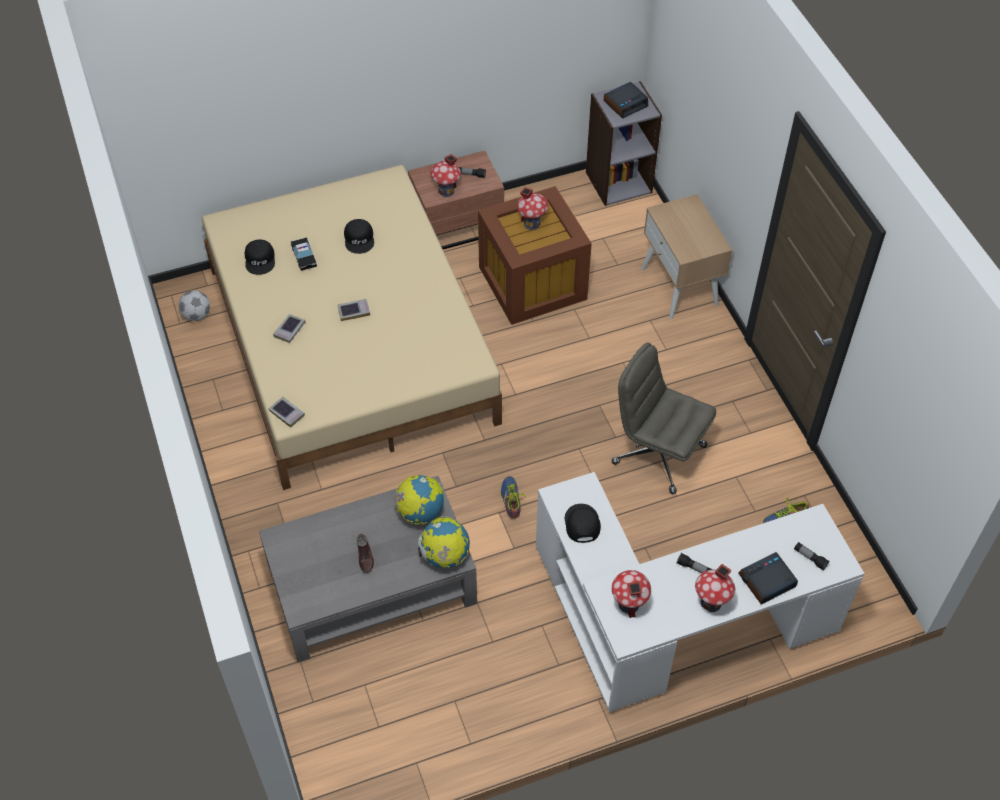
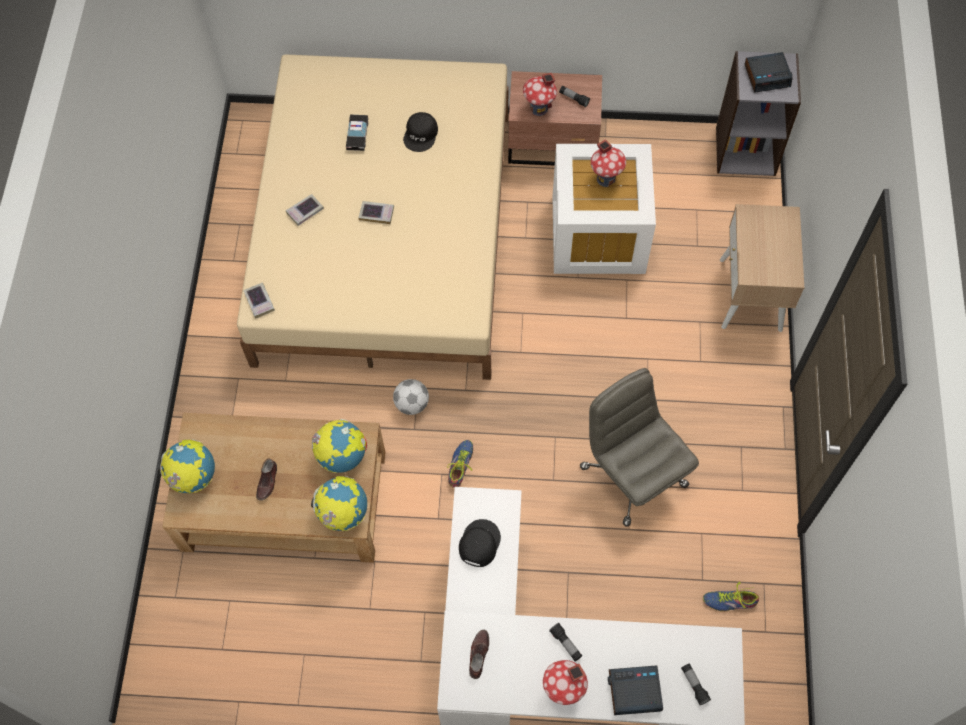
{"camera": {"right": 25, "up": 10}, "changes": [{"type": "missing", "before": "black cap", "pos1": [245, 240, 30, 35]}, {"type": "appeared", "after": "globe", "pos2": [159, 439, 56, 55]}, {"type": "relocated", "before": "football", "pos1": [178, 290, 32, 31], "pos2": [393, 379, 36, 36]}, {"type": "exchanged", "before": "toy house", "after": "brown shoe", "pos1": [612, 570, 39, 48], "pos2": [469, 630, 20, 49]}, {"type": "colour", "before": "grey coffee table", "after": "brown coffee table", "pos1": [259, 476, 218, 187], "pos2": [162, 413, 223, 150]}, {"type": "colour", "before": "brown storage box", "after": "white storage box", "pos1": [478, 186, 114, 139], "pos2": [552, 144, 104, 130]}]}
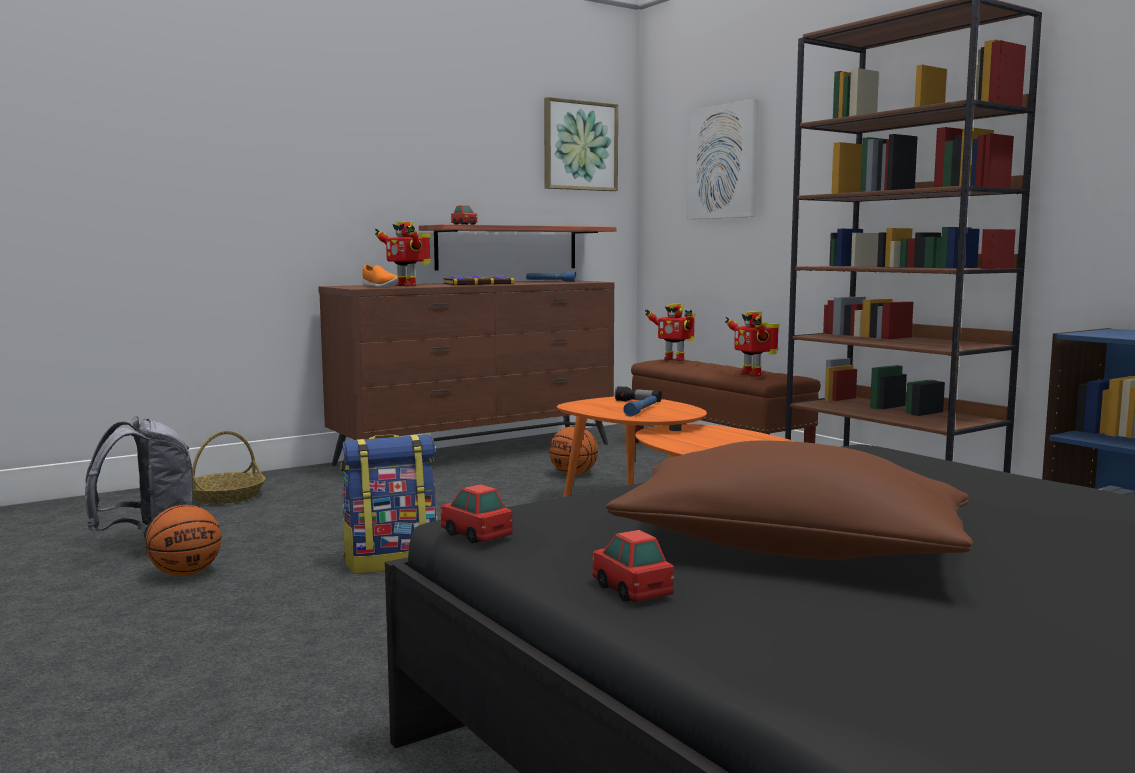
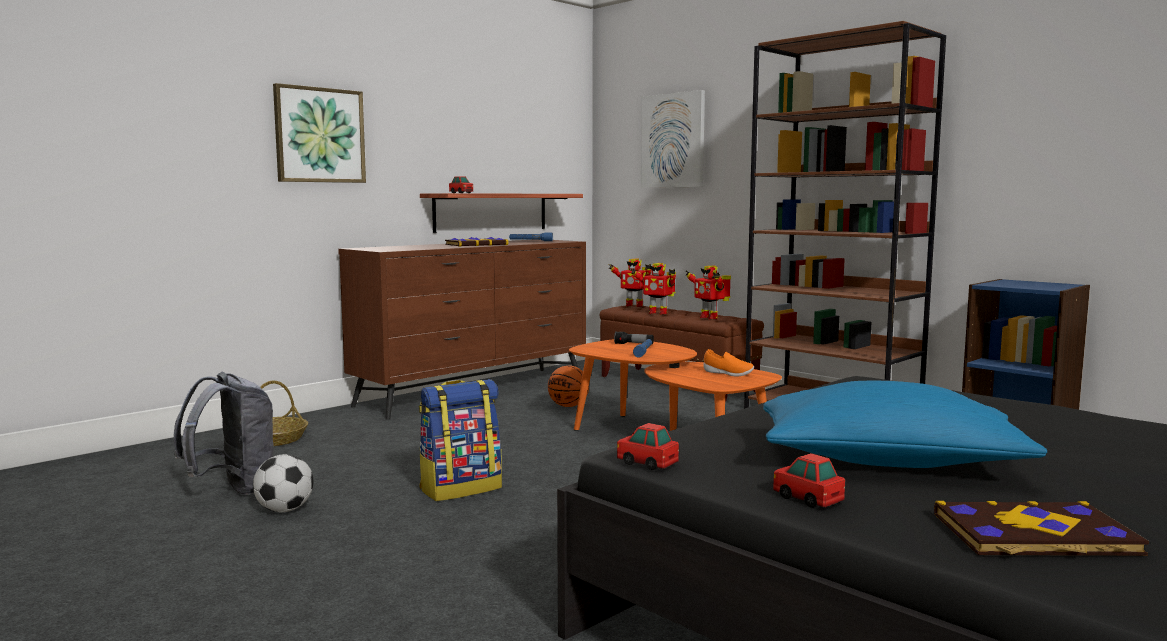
{"camera": {"right": -10, "up": 0}, "changes": [{"type": "appeared", "after": "book", "pos2": [934, 501, 215, 55]}, {"type": "relocated", "before": "orange shoe", "pos1": [362, 264, 37, 24], "pos2": [704, 349, 50, 28]}, {"type": "relocated", "before": "toy robot", "pos1": [375, 221, 56, 65], "pos2": [631, 263, 45, 52]}, {"type": "relocated", "before": "picture", "pos1": [544, 97, 74, 94], "pos2": [273, 83, 93, 100]}, {"type": "exchanged", "before": "basketball", "after": "football", "pos1": [145, 505, 76, 71], "pos2": [253, 454, 60, 58]}, {"type": "colour", "before": "brown pillow", "after": "blue pillow", "pos1": [606, 440, 367, 120], "pos2": [763, 381, 284, 87]}]}
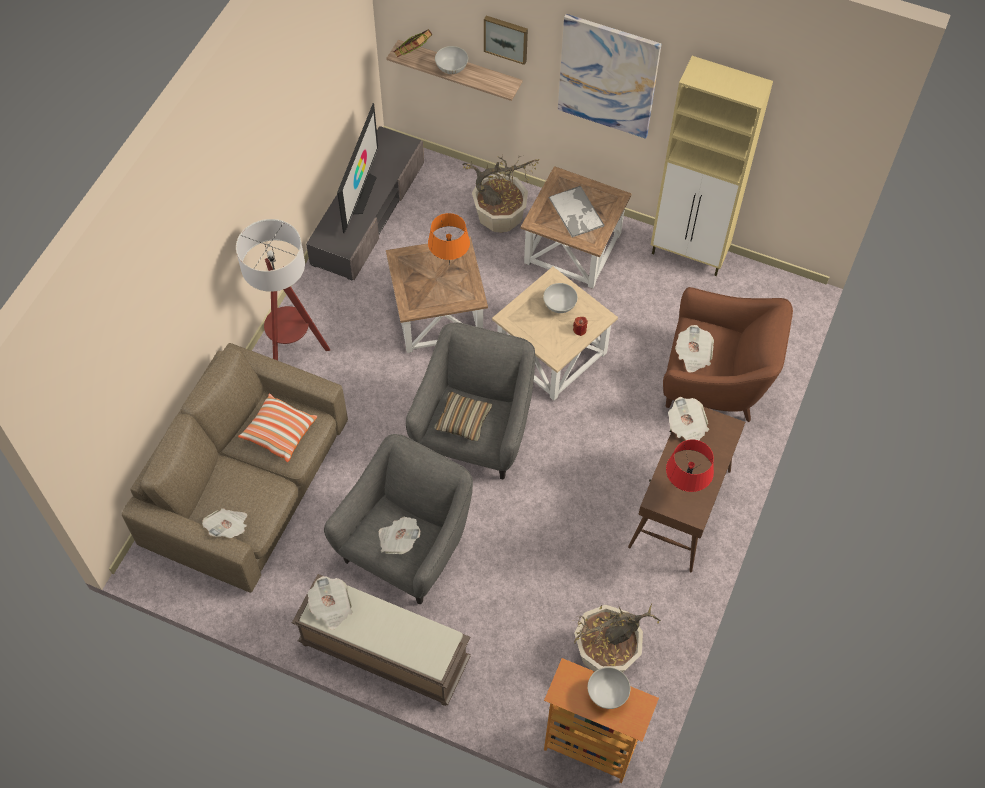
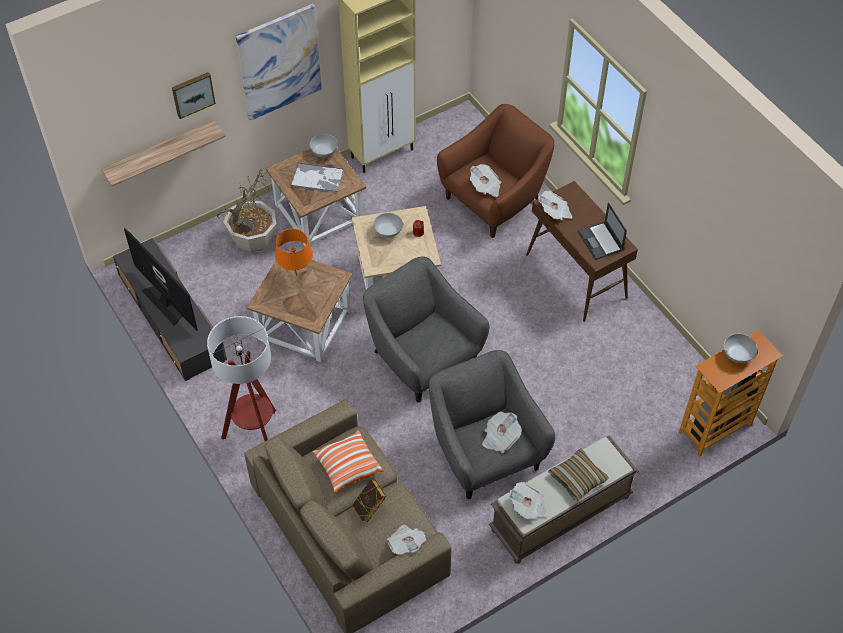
{"camera": {"right": -55, "up": -5}, "changes": [{"type": "missing", "before": "potted plant", "pos1": [574, 603, 87, 69]}, {"type": "relocated", "before": "book", "pos1": [394, 29, 38, 28], "pos2": [353, 479, 33, 43]}, {"type": "relocated", "before": "pillow", "pos1": [434, 391, 59, 50], "pos2": [548, 448, 61, 53]}, {"type": "relocated", "before": "white bowl", "pos1": [435, 46, 33, 28], "pos2": [310, 134, 28, 24]}, {"type": "exchanged", "before": "red table lamp", "after": "laptop", "pos1": [666, 439, 48, 53], "pos2": [578, 202, 49, 58]}]}
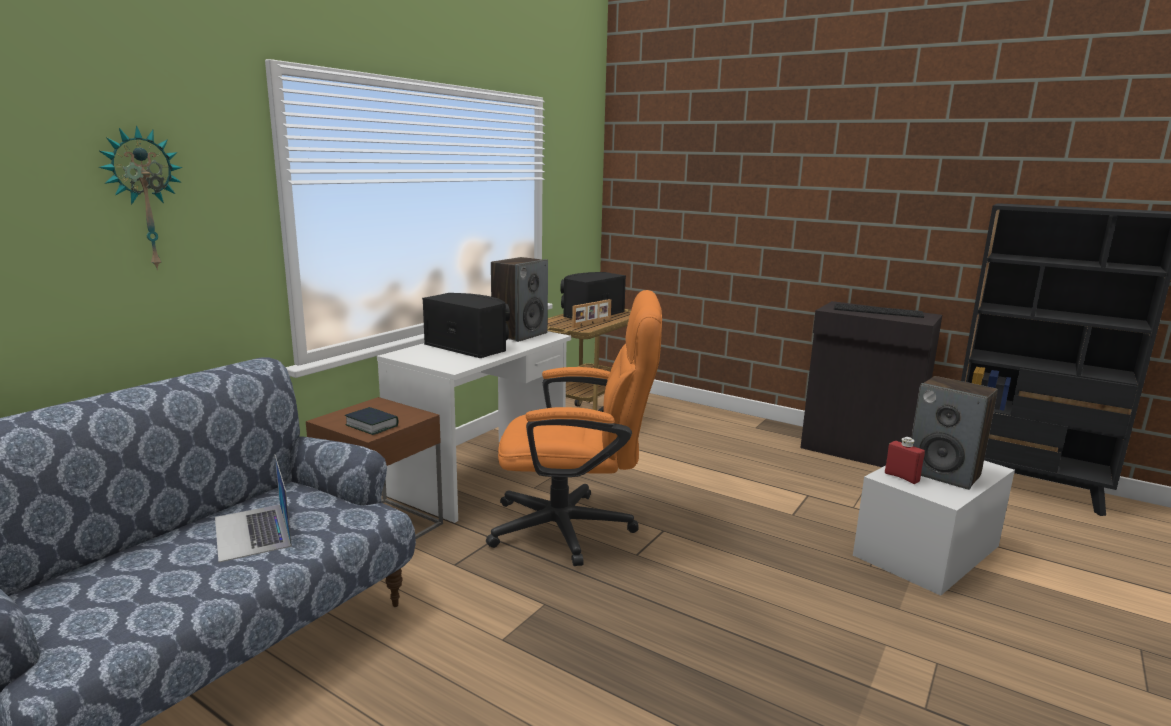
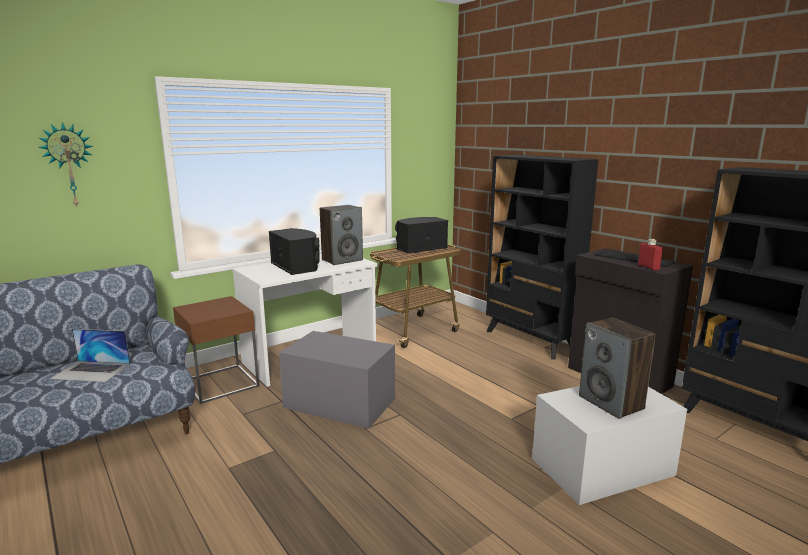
{"camera": {"right": 20, "up": 0}, "changes": [{"type": "missing", "before": "book", "pos1": [345, 407, 53, 28]}, {"type": "missing", "before": "picture frame", "pos1": [572, 299, 39, 29]}, {"type": "appeared", "after": "black bookcase", "pos2": [486, 155, 113, 204]}, {"type": "relocated", "before": "red bottle", "pos1": [885, 437, 40, 47], "pos2": [638, 239, 25, 31]}, {"type": "exchanged", "before": "orange office chair", "after": "grey storage box", "pos1": [486, 290, 176, 276], "pos2": [279, 331, 116, 98]}, {"type": "spun", "before": "laptop", "pos1": [215, 454, 77, 109], "pos2": [50, 329, 80, 53], "turn": -75}]}
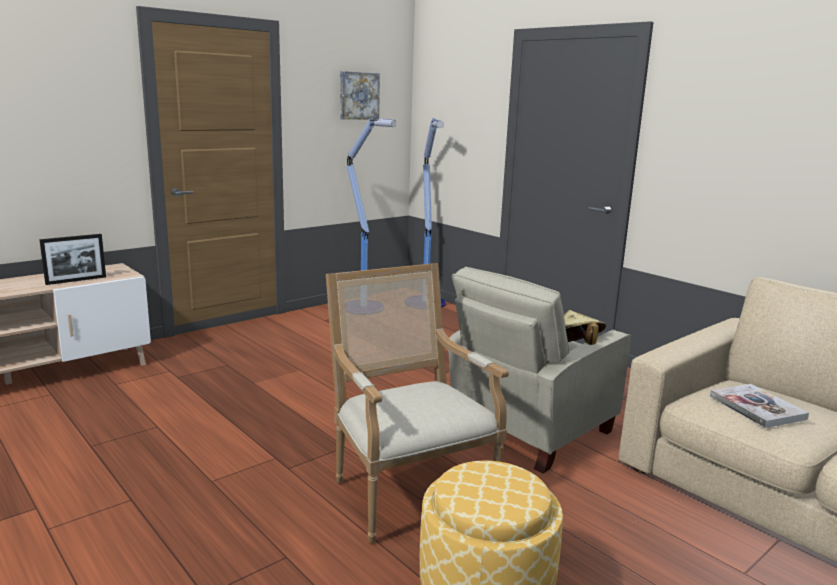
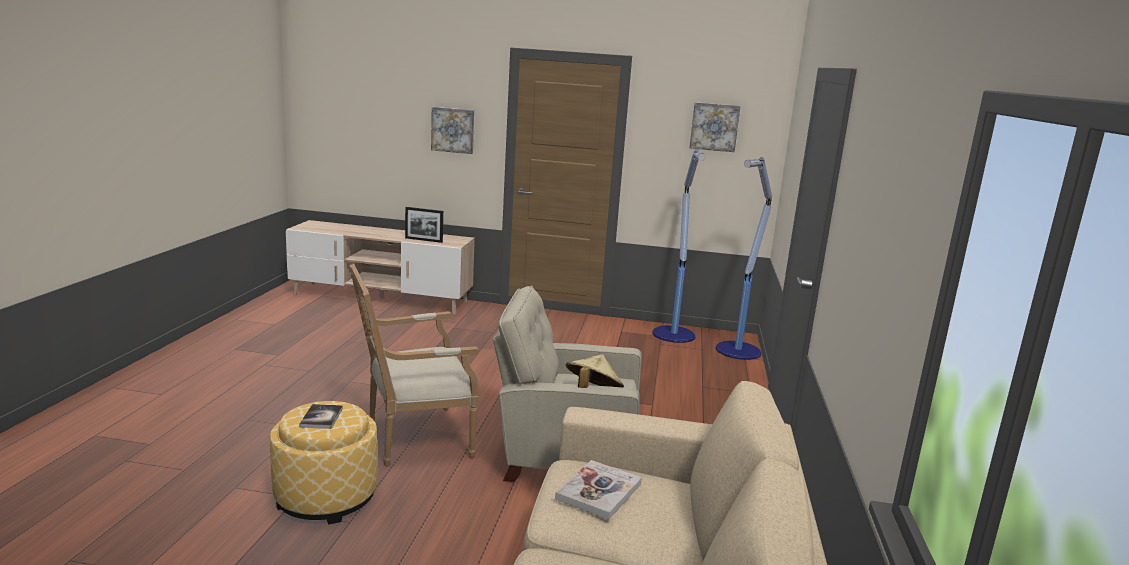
{"camera": {"right": 50, "up": 0}, "changes": [{"type": "appeared", "after": "book", "pos2": [299, 404, 44, 25]}, {"type": "appeared", "after": "picture", "pos2": [431, 107, 43, 47]}, {"type": "spun", "before": "armchair", "pos1": [326, 263, 183, 281], "pos2": [349, 264, 130, 202], "turn": -135}]}
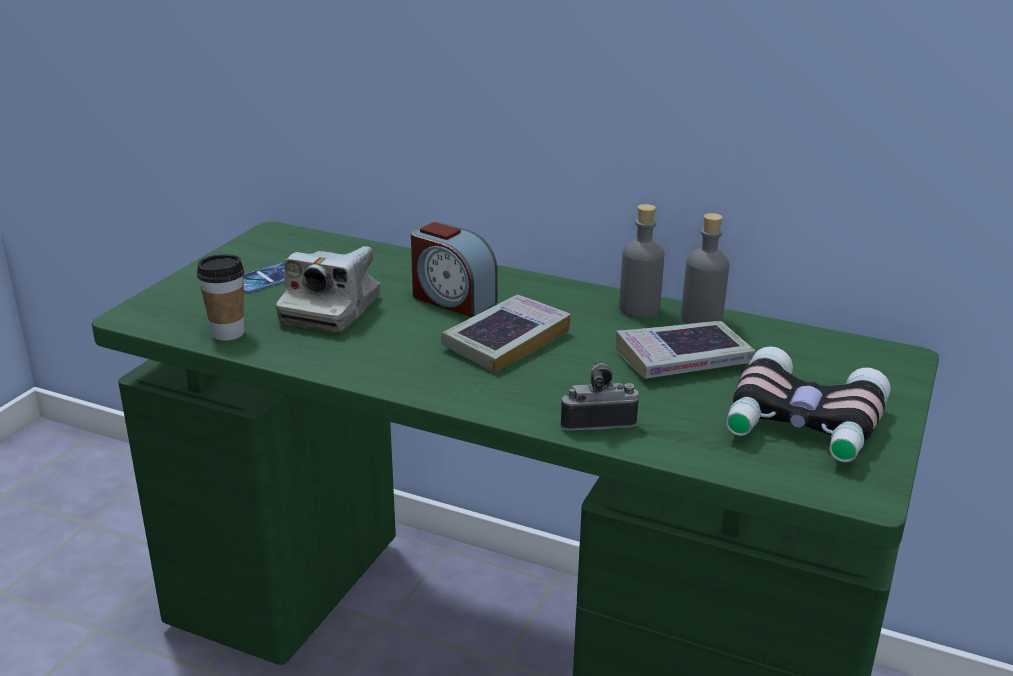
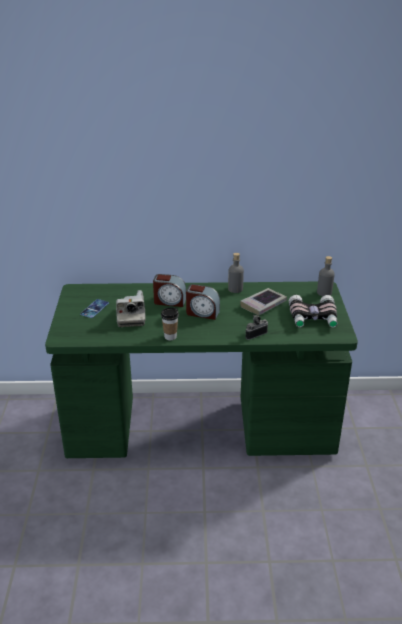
{"camera": {"right": -25, "up": 5}, "changes": [{"type": "relocated", "before": "cup", "pos1": [197, 254, 47, 87], "pos2": [161, 307, 18, 33]}, {"type": "relocated", "before": "grey bottle", "pos1": [681, 213, 48, 111], "pos2": [317, 256, 18, 40]}, {"type": "exchanged", "before": "book", "after": "alarm clock", "pos1": [441, 295, 130, 78], "pos2": [186, 284, 34, 36]}]}
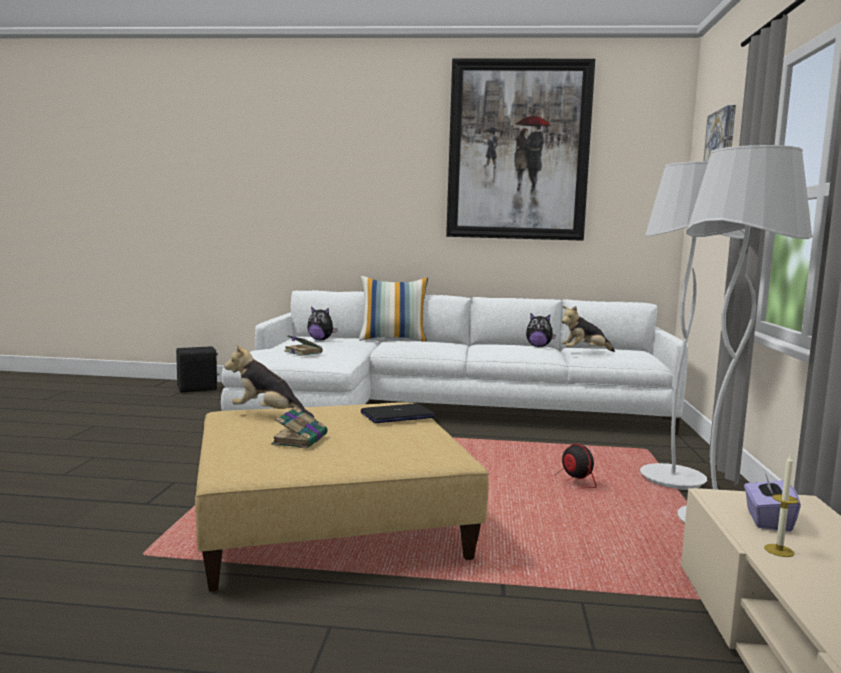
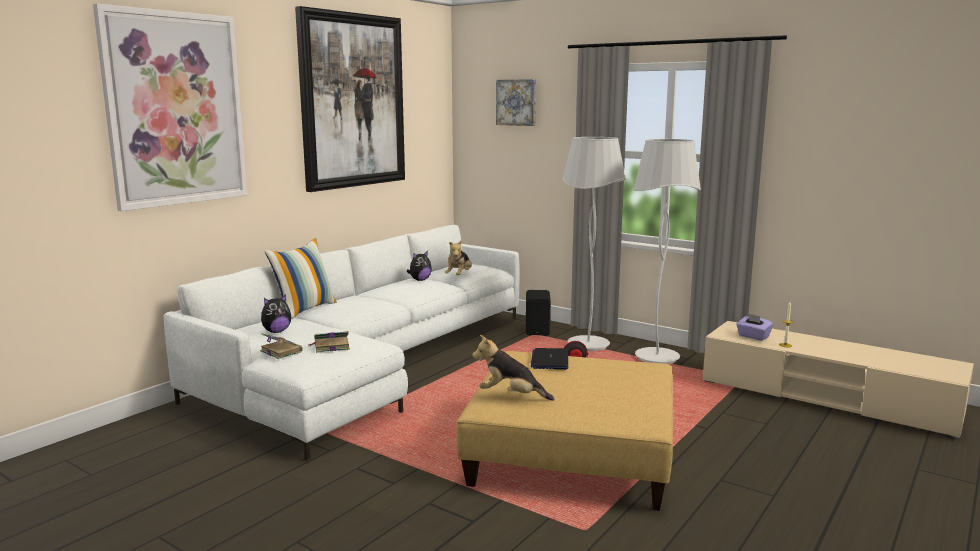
{"camera": {"right": -60, "up": 5}, "changes": [{"type": "appeared", "after": "picture", "pos2": [93, 3, 154, 208]}, {"type": "relocated", "before": "black speaker", "pos1": [176, 346, 43, 47], "pos2": [526, 290, 25, 46]}, {"type": "relocated", "before": "book", "pos1": [271, 407, 57, 42], "pos2": [260, 333, 42, 26]}, {"type": "spun", "before": "plush toy", "pos1": [224, 344, 90, 74], "pos2": [472, 335, 82, 66], "turn": 60}]}
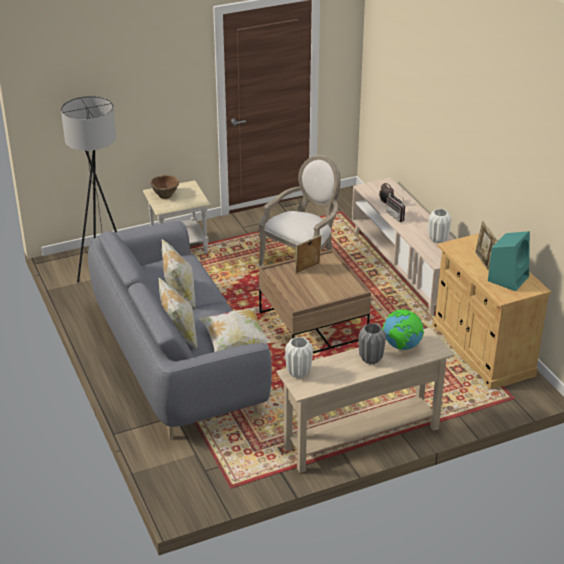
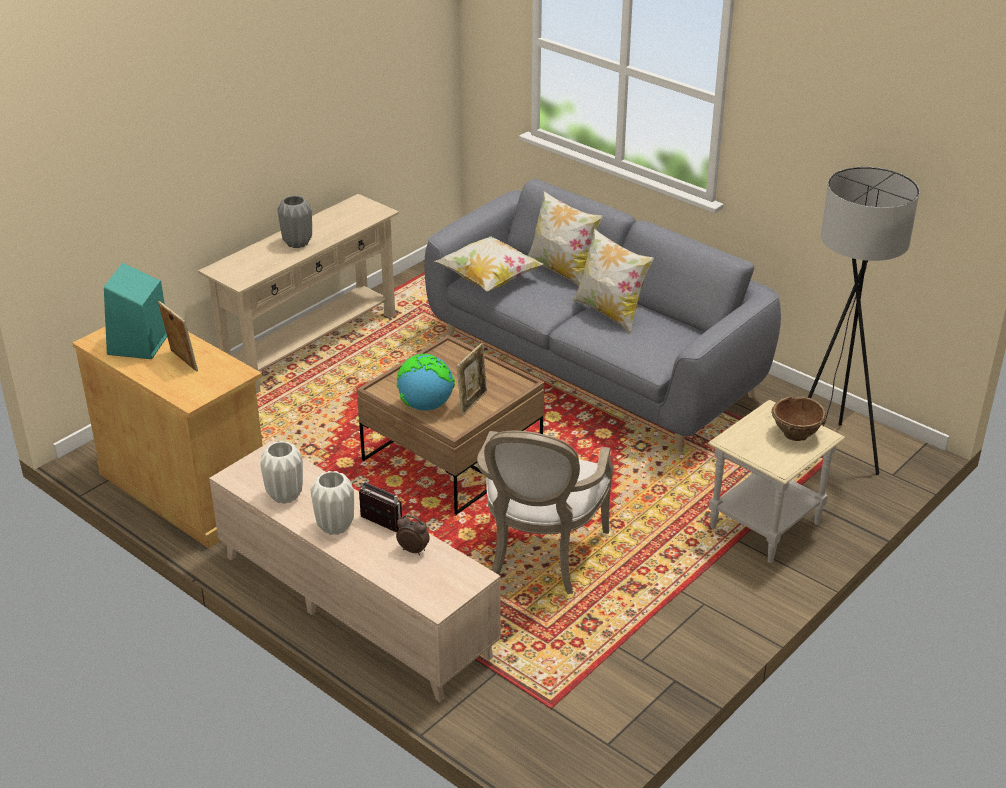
{"camera": {"right": 155, "up": 0}, "changes": [{"type": "relocated", "before": "white vase", "pos1": [285, 337, 28, 42], "pos2": [310, 471, 44, 64]}, {"type": "relocated", "before": "globe", "pos1": [383, 309, 41, 41], "pos2": [396, 354, 59, 57]}]}
